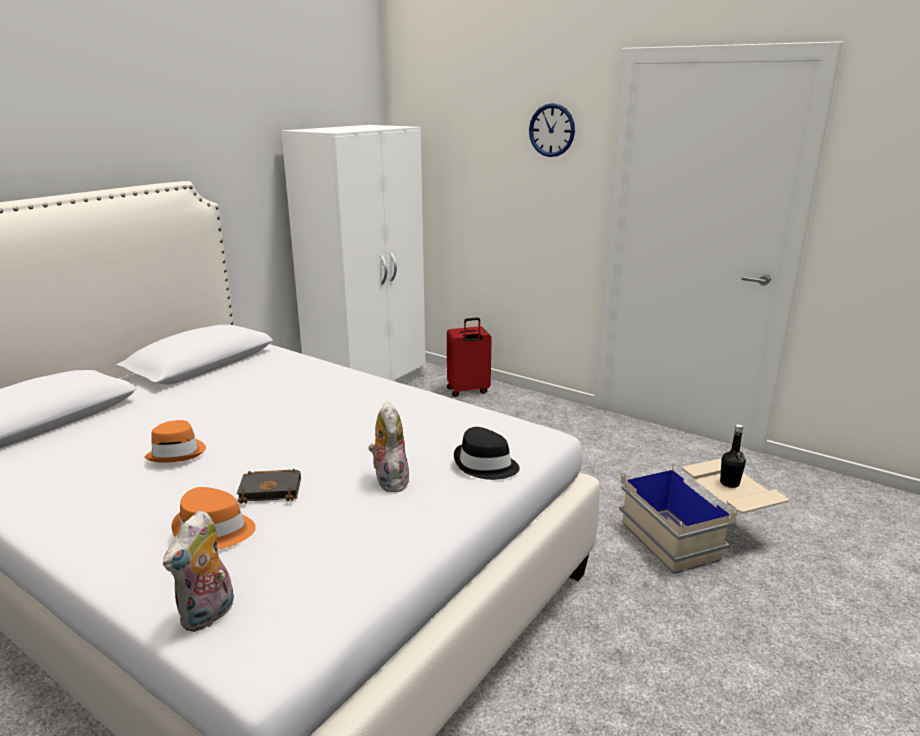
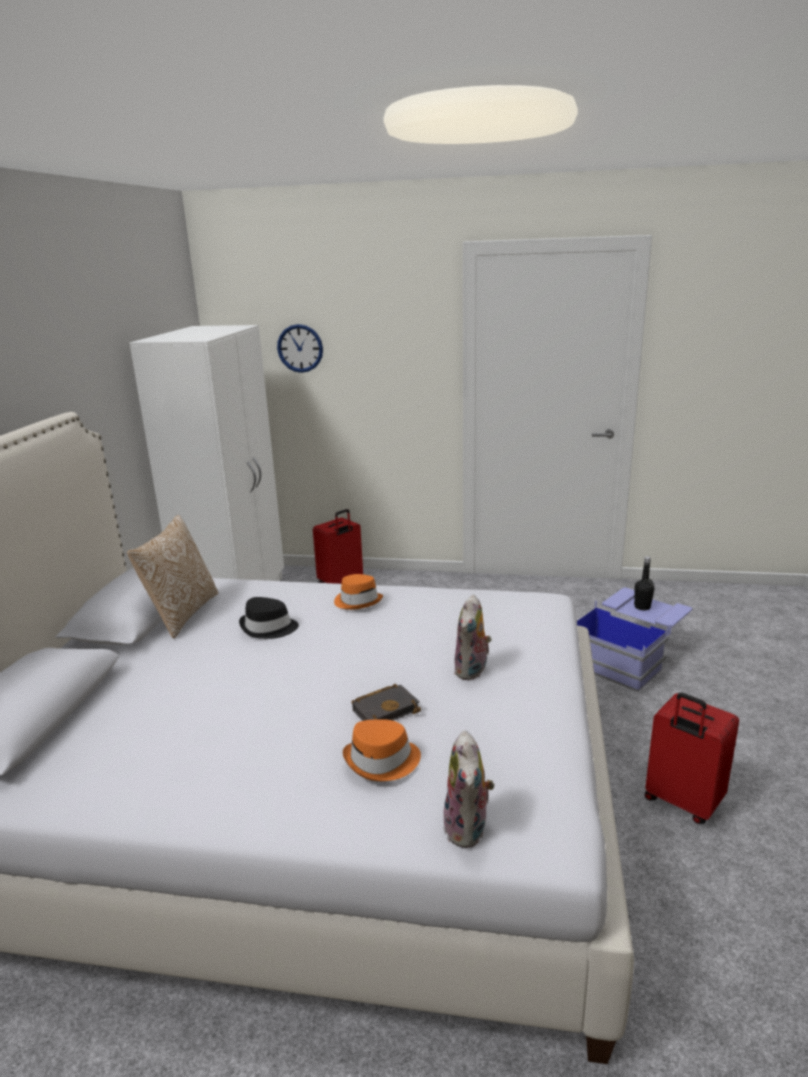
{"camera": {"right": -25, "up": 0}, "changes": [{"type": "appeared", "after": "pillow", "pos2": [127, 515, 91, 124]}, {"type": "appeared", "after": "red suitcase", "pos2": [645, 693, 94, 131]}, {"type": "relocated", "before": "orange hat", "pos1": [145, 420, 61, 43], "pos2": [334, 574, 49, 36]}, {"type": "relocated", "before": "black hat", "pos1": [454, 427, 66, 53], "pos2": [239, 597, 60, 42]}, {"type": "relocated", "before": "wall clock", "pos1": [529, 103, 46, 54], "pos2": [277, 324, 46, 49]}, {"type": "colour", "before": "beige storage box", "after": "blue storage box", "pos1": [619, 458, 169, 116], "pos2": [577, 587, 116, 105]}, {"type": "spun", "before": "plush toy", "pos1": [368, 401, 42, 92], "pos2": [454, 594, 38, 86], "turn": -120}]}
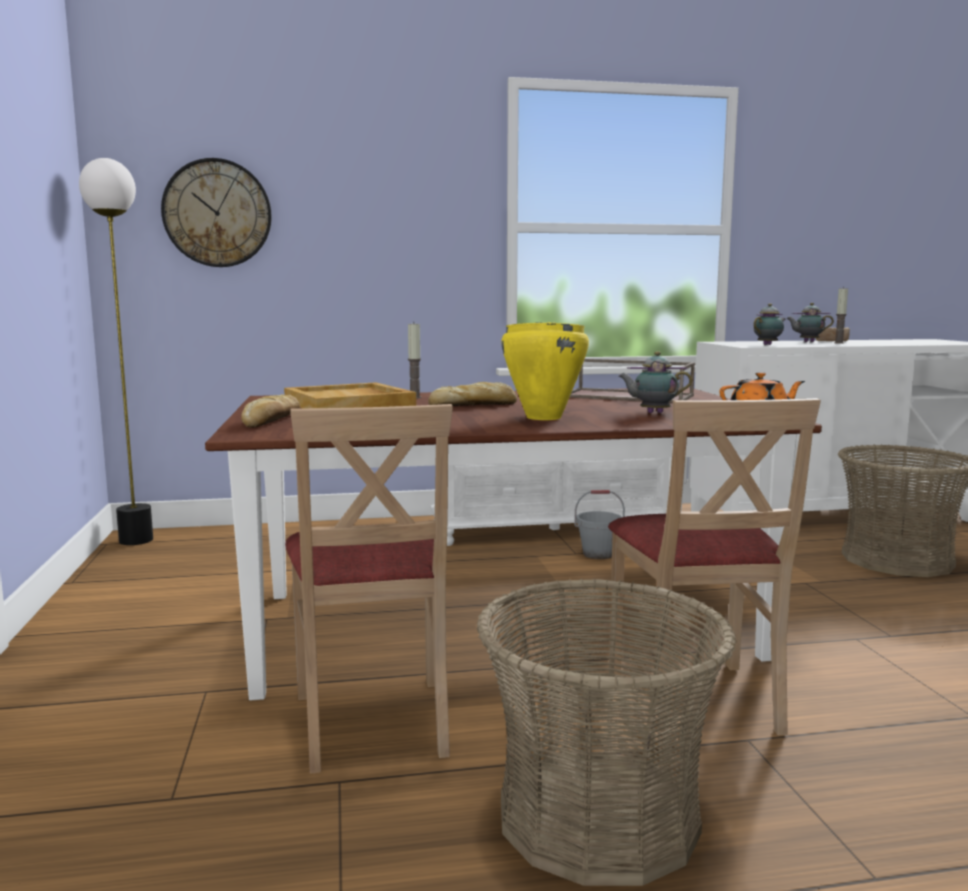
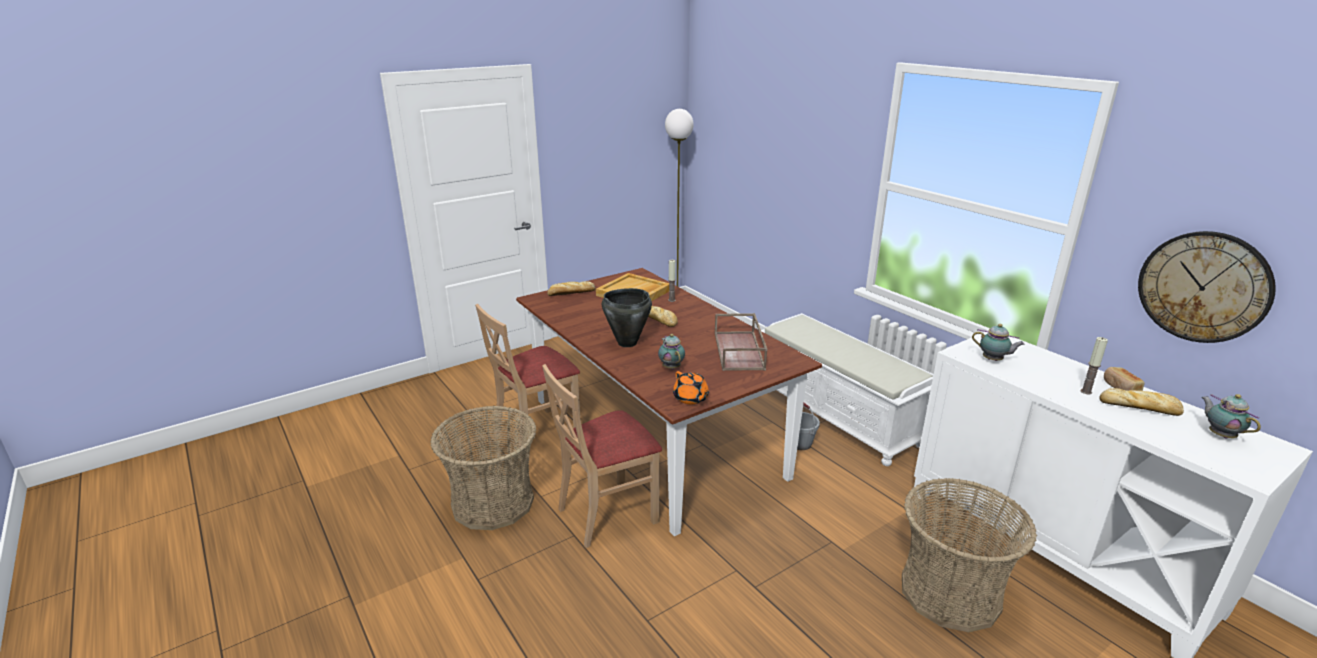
{"camera": {"right": 65, "up": 15}, "changes": [{"type": "appeared", "after": "bread", "pos2": [1099, 388, 85, 28]}, {"type": "relocated", "before": "wall clock", "pos1": [161, 158, 111, 109], "pos2": [1138, 231, 138, 112]}, {"type": "relocated", "before": "teapot", "pos1": [786, 303, 48, 39], "pos2": [1202, 394, 59, 45]}, {"type": "colour", "before": "yellow cooking pot", "after": "black cooking pot", "pos1": [501, 322, 88, 98], "pos2": [602, 288, 50, 59]}]}
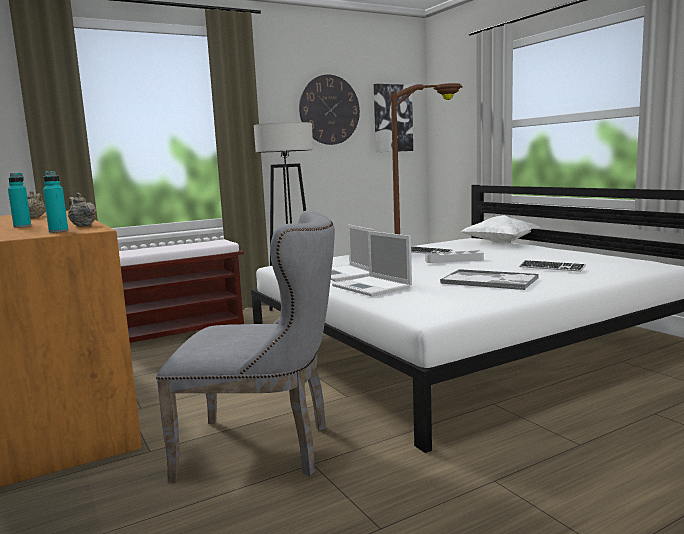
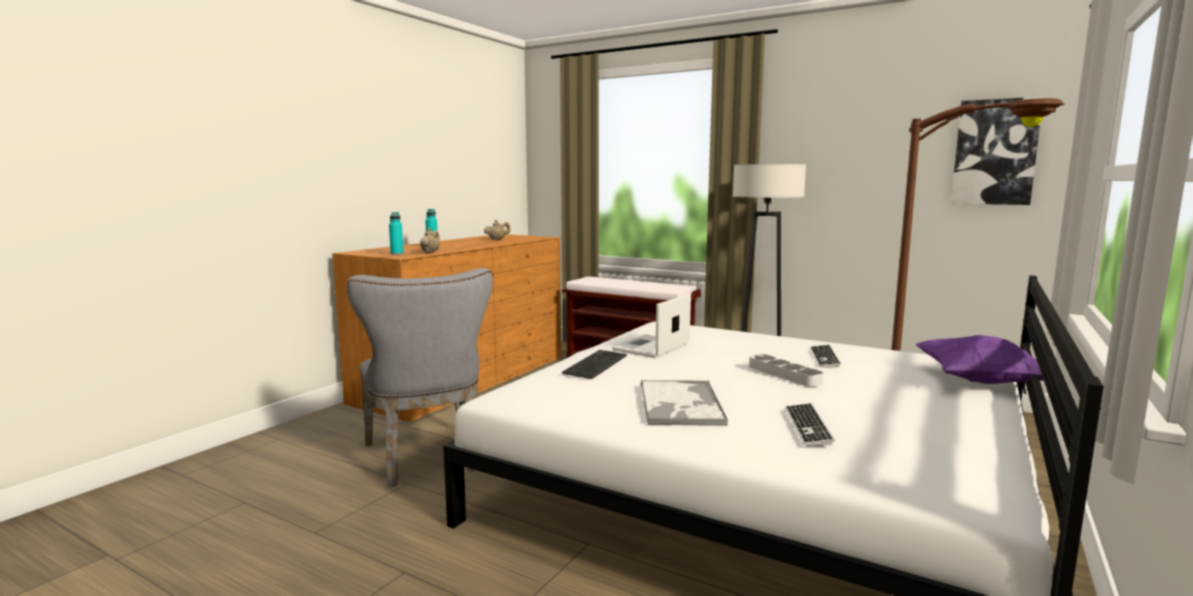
{"camera": {"right": 60, "up": 0}, "changes": [{"type": "missing", "before": "wall clock", "pos1": [299, 74, 61, 71]}, {"type": "exchanged", "before": "laptop", "after": "keyboard", "pos1": [332, 231, 80, 65], "pos2": [562, 350, 65, 29]}, {"type": "colour", "before": "white pillow", "after": "purple pillow", "pos1": [461, 215, 79, 28], "pos2": [916, 335, 148, 49]}]}
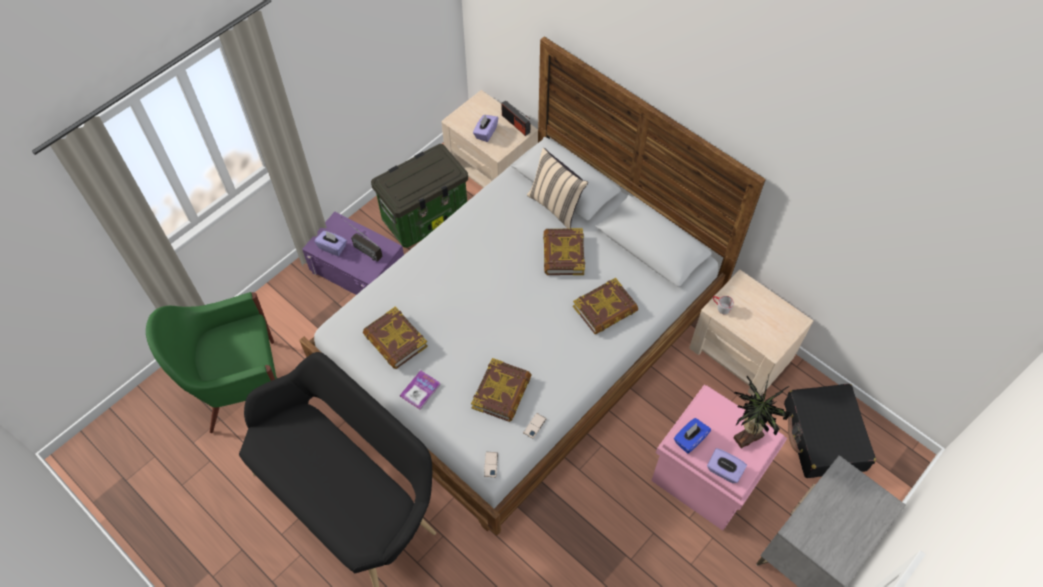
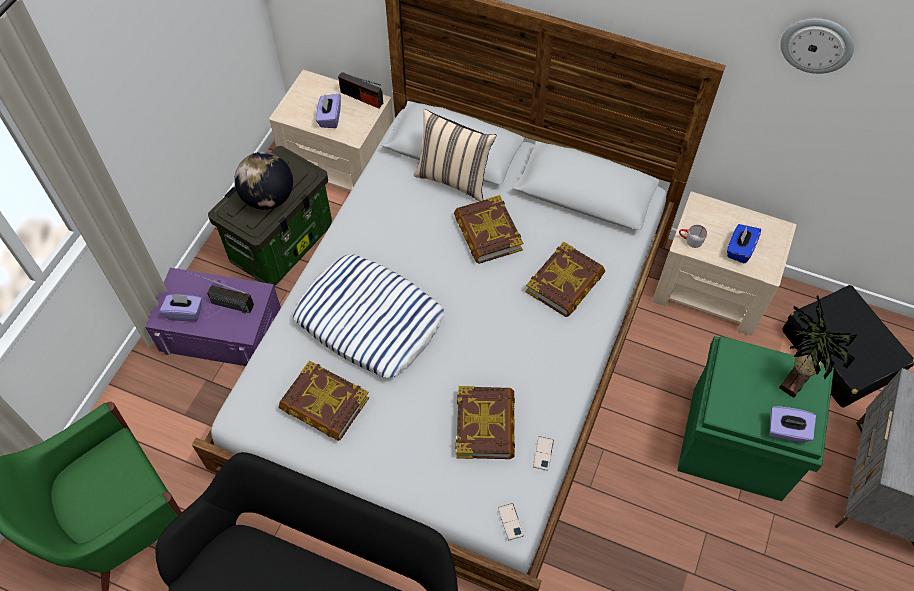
{"camera": {"right": -20, "up": 0}, "changes": [{"type": "missing", "before": "book", "pos1": [400, 370, 41, 40]}, {"type": "appeared", "after": "globe", "pos2": [234, 152, 59, 58]}, {"type": "appeared", "after": "pillow", "pos2": [293, 254, 151, 124]}, {"type": "appeared", "after": "wall clock", "pos2": [780, 18, 74, 56]}, {"type": "relocated", "before": "blue tissue box", "pos1": [674, 418, 37, 36], "pos2": [727, 224, 34, 39]}, {"type": "colour", "before": "pink storage box", "after": "green storage box", "pos1": [651, 385, 136, 146], "pos2": [677, 336, 157, 165]}]}
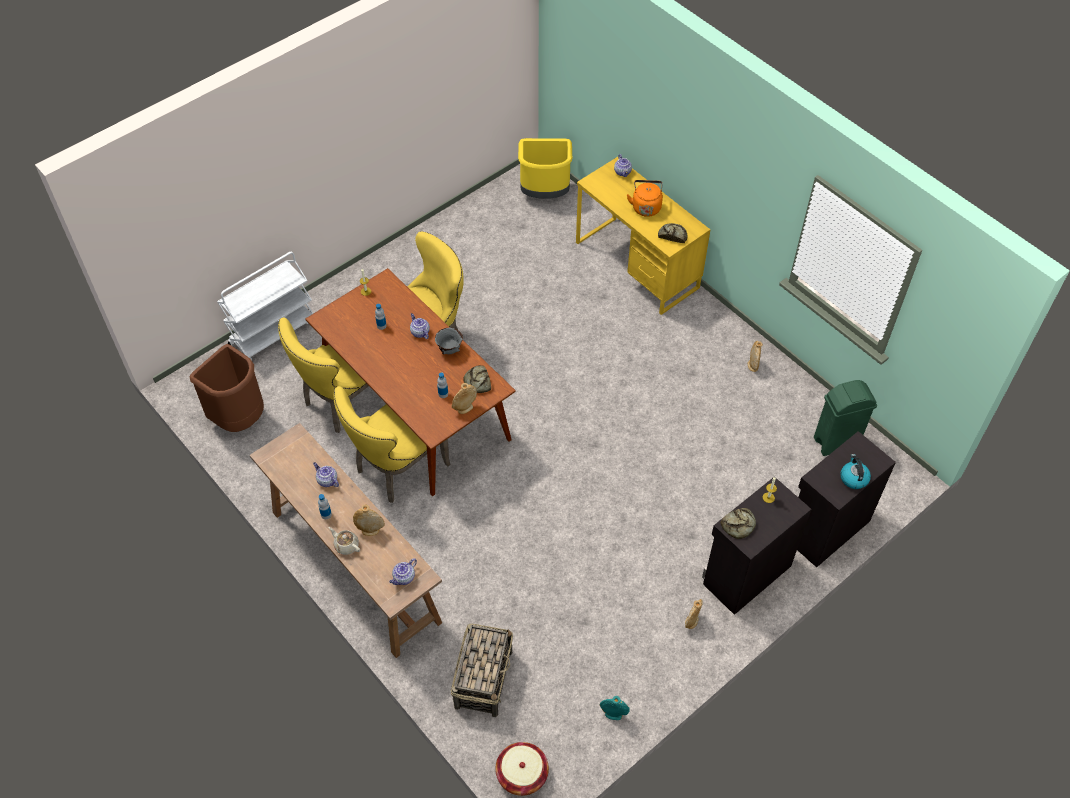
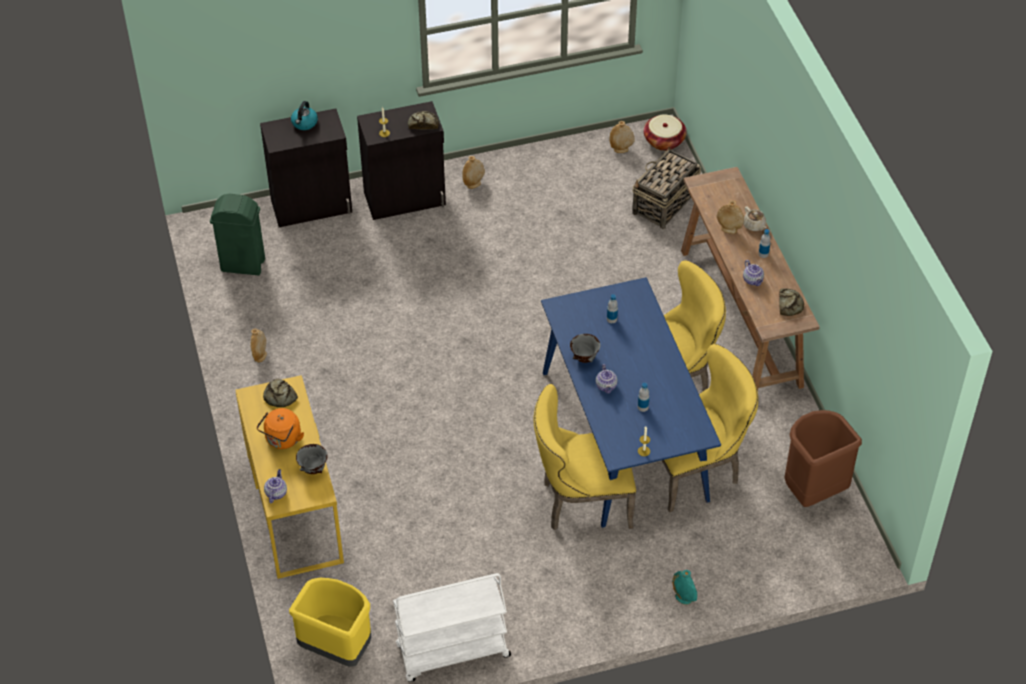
{"camera": {"right": -155, "up": -5}, "changes": [{"type": "missing", "before": "teapot", "pos1": [389, 558, 28, 27]}, {"type": "appeared", "after": "grey bowl", "pos2": [296, 444, 32, 30]}, {"type": "relocated", "before": "white cart", "pos1": [217, 252, 97, 108], "pos2": [393, 573, 118, 109]}, {"type": "relocated", "before": "beige vase", "pos1": [452, 383, 25, 31], "pos2": [609, 121, 26, 32]}, {"type": "relocated", "before": "bread", "pos1": [463, 365, 28, 28], "pos2": [779, 288, 25, 28]}, {"type": "relocated", "before": "turquoise vase", "pos1": [600, 696, 30, 24], "pos2": [672, 570, 25, 35]}, {"type": "colour", "before": "brown dining table", "after": "blue dining table", "pos1": [306, 268, 210, 228], "pos2": [541, 277, 180, 251]}]}
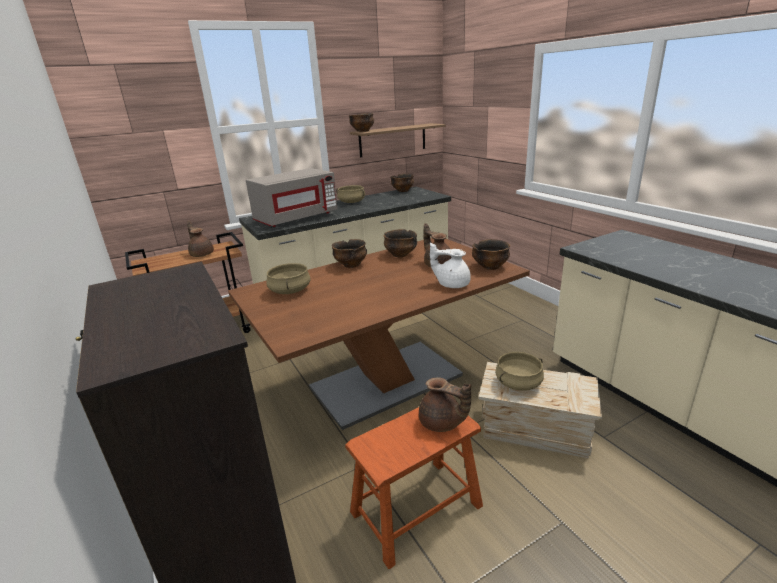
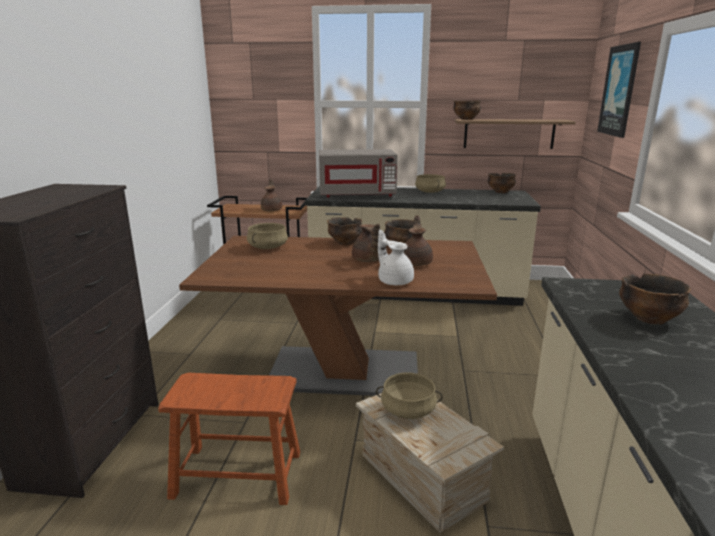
{"camera": {"right": 35, "up": -5}, "changes": [{"type": "appeared", "after": "picture", "pos2": [597, 42, 44, 96]}, {"type": "relocated", "before": "brown teapot", "pos1": [419, 377, 52, 55], "pos2": [352, 224, 28, 38]}, {"type": "relocated", "before": "bowl", "pos1": [472, 239, 38, 31], "pos2": [619, 274, 72, 50]}]}
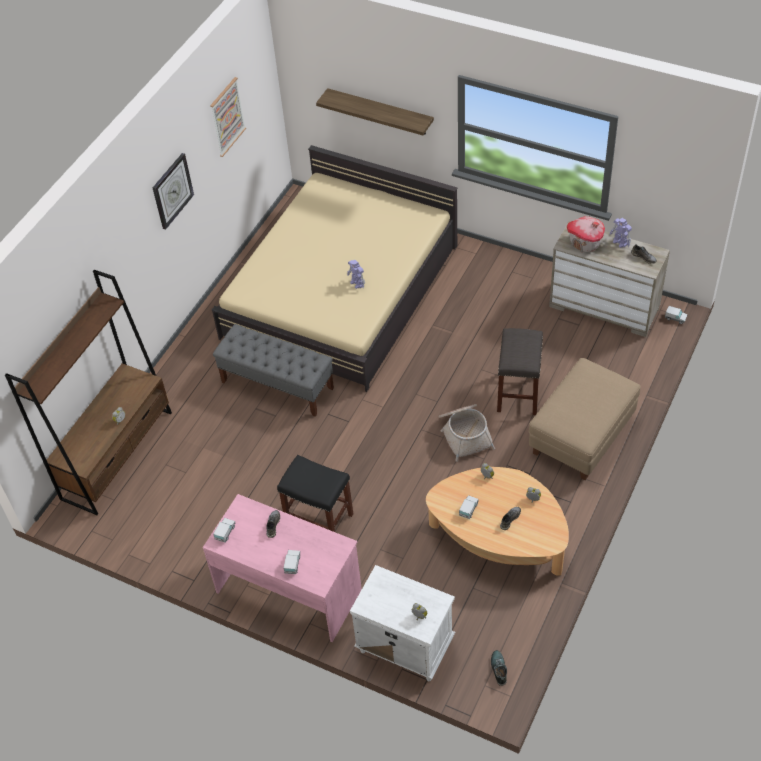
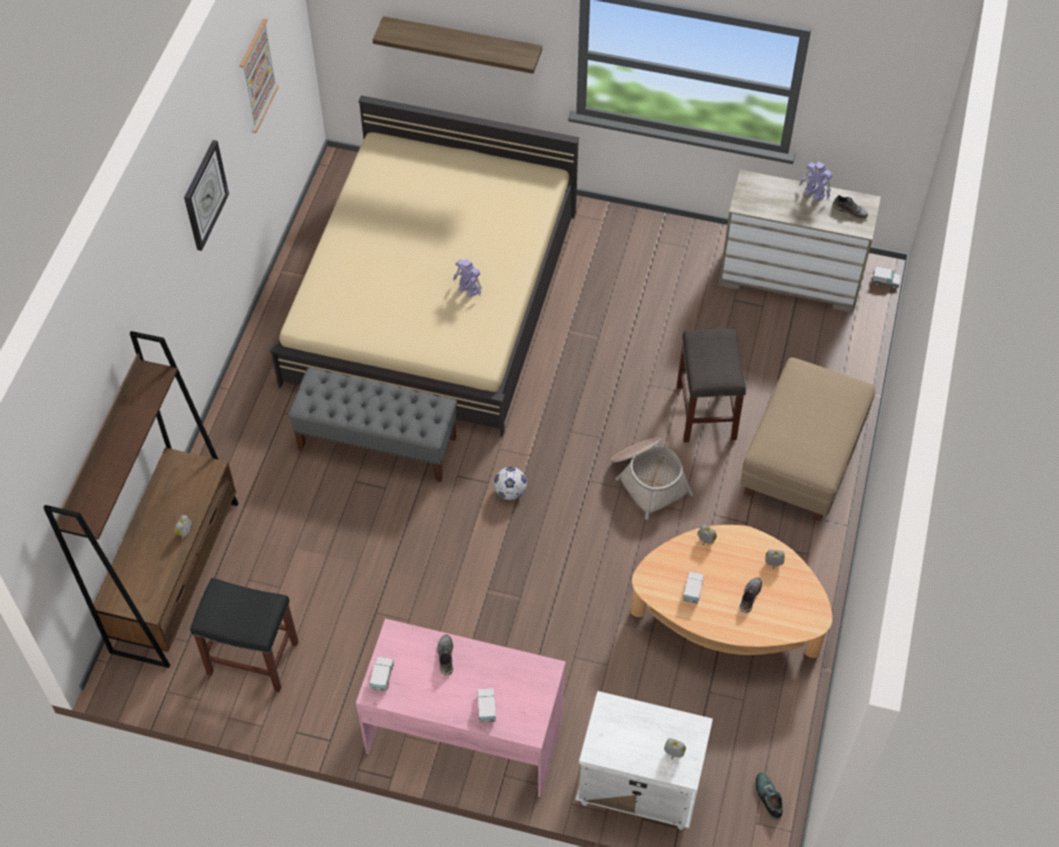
{"camera": {"right": -15, "up": 5}, "changes": [{"type": "missing", "before": "toy house", "pos1": [567, 216, 38, 36]}, {"type": "appeared", "after": "football", "pos2": [494, 467, 33, 33]}, {"type": "relocated", "before": "black stool", "pos1": [277, 455, 76, 77], "pos2": [190, 578, 109, 114]}]}
